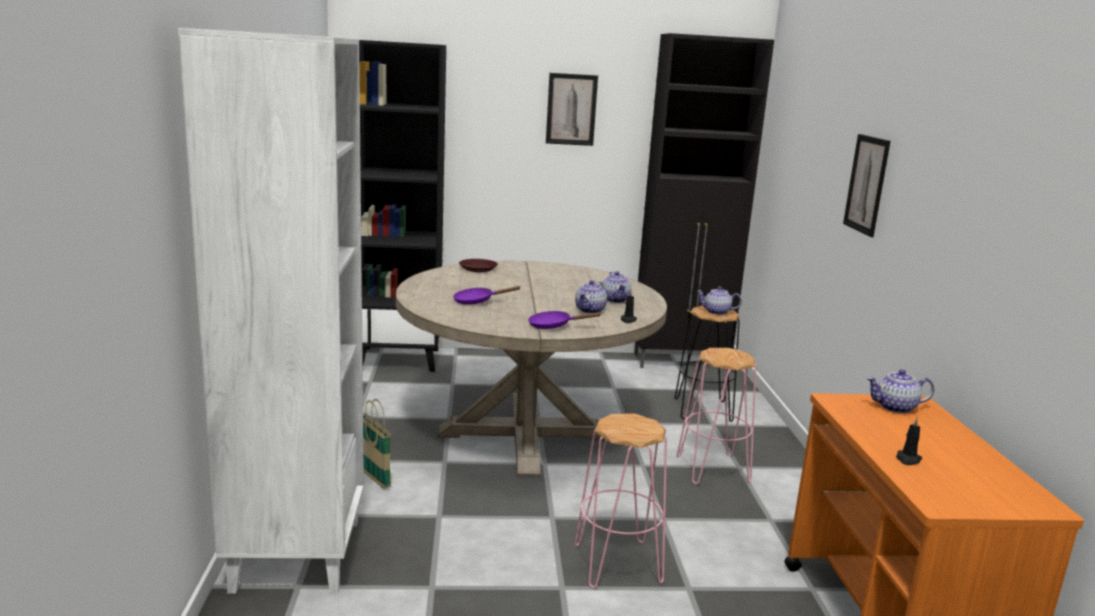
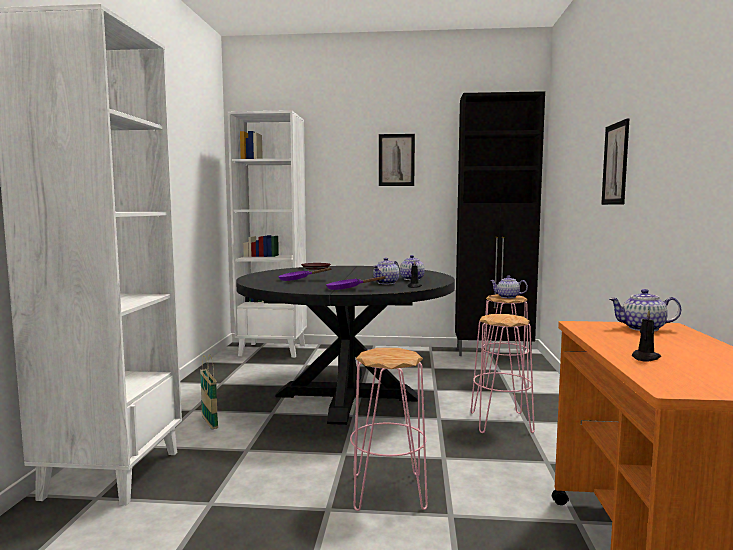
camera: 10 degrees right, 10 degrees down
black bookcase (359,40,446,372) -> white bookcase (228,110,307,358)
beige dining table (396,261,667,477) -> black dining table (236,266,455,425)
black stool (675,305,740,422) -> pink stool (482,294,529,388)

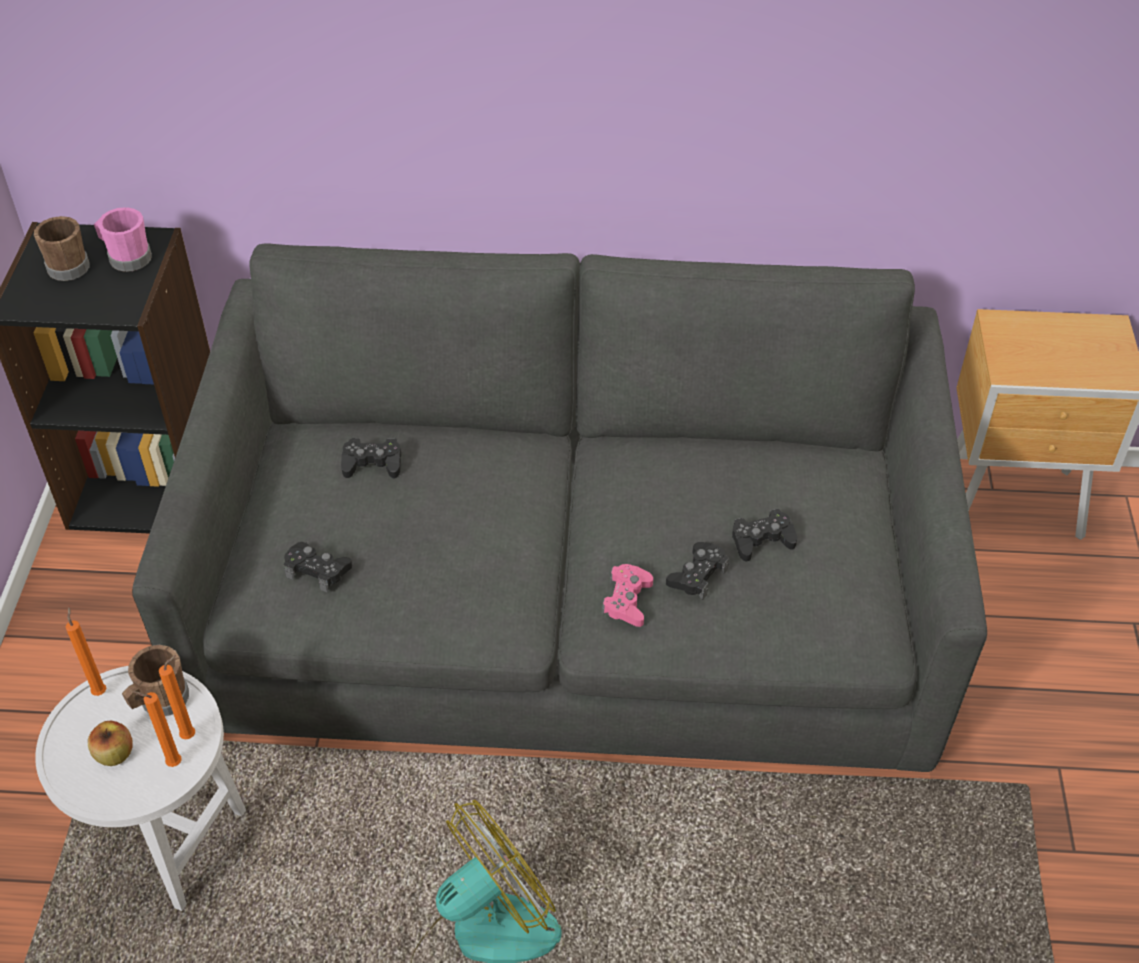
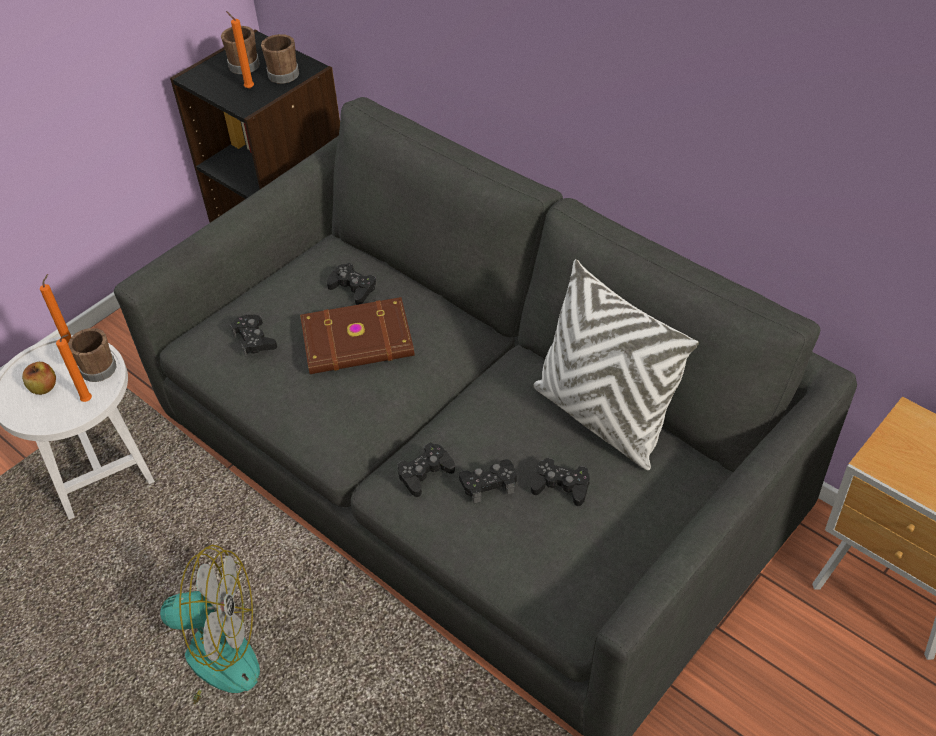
camera: 40 degrees right, 0 degrees up
pink mug (94,207,152,272) -> brown mug (261,34,299,84)
pink game controller (602,564,653,627) -> black game controller (397,442,455,497)
orange candle (133,691,182,767) -> orange candle (226,11,254,89), move
none -> white pillow (533,259,699,470)
none -> brown book (300,297,415,374)

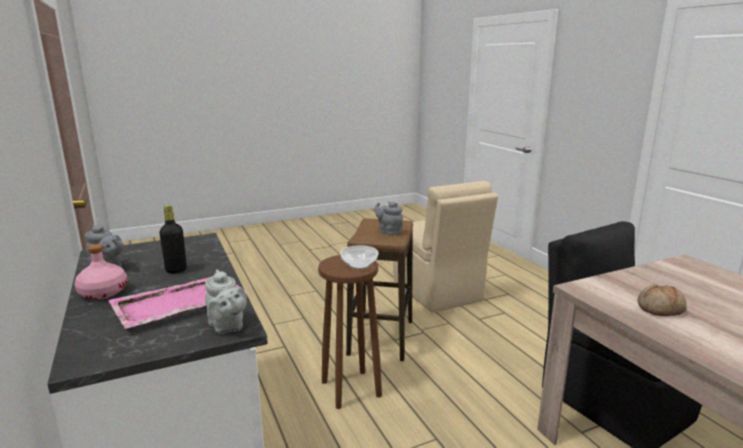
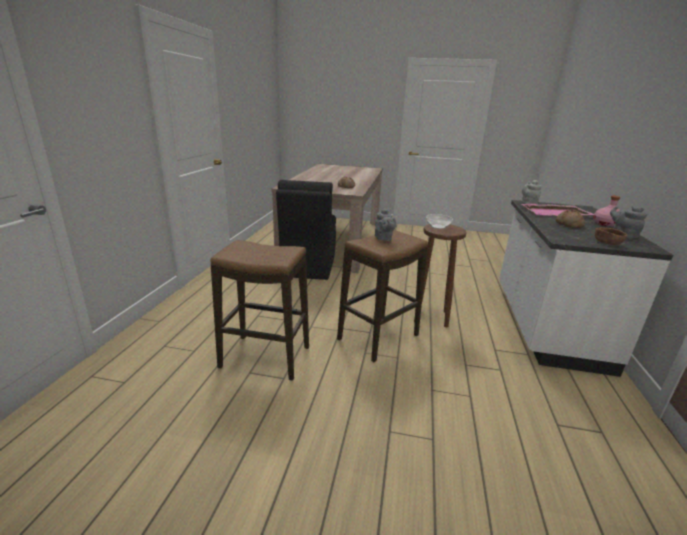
camera: 145 degrees left, 5 degrees up
beige chair (393,181,498,313) -> stool (211,240,309,381)
black bottle (159,205,187,274) -> bread (556,210,585,228)
none -> brown bowl (595,227,628,245)

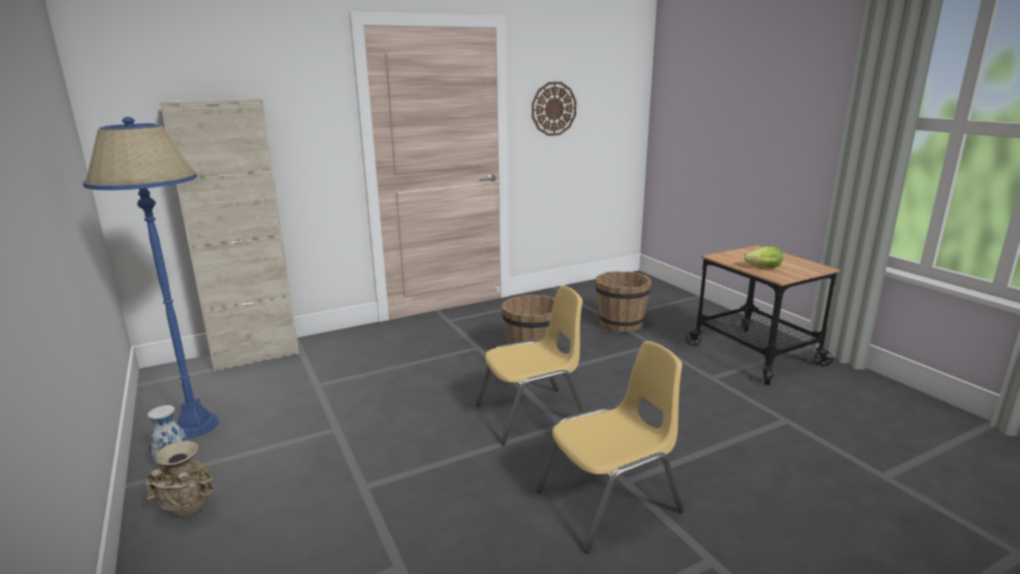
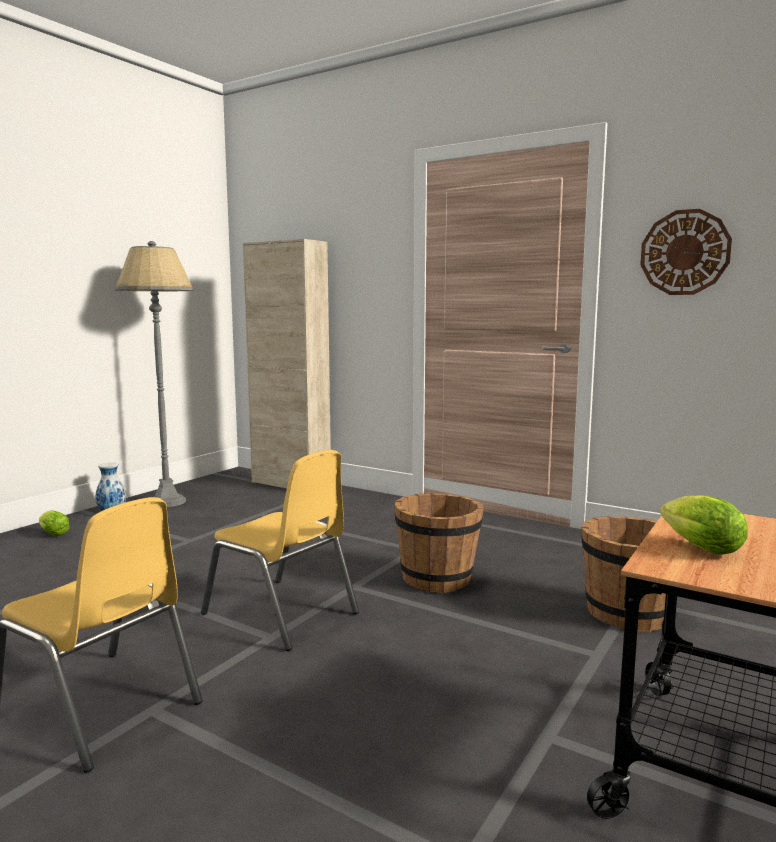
camera: 60 degrees right, 10 degrees down
blue floor lamp (83,117,219,438) -> grey floor lamp (114,241,194,507)
beige vase (146,441,215,518) -> lettuce (39,510,70,536)

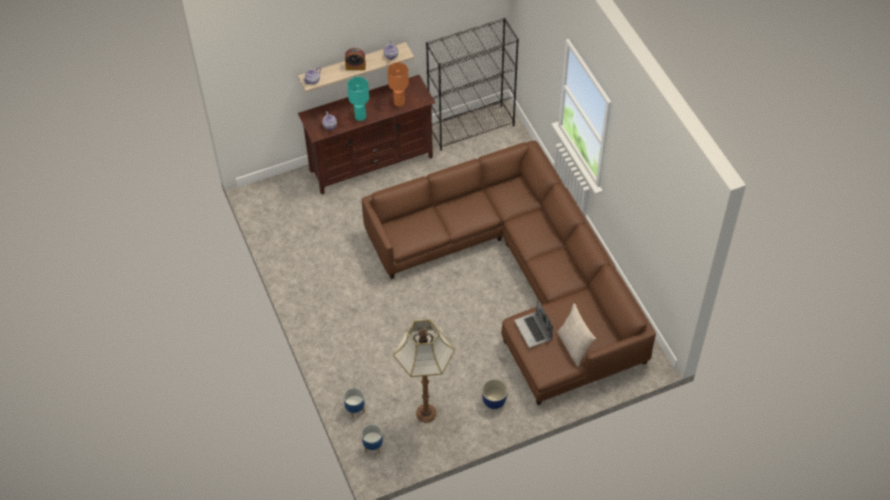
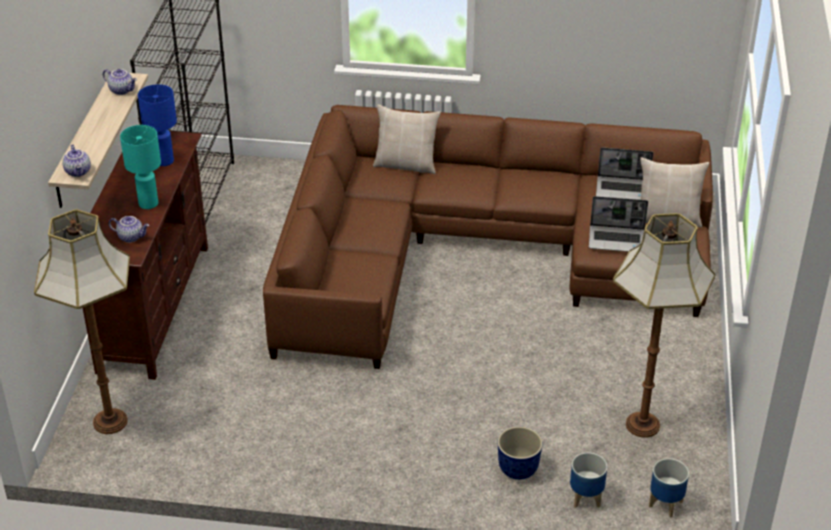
camera: 60 degrees left, 15 degrees down
alarm clock (345,48,366,70) -> none
orange table lamp (387,62,409,106) -> blue table lamp (138,84,177,166)
planter (482,379,508,409) -> planter (498,427,543,480), move
none -> beige pillow (373,104,441,174)
none -> laptop (596,147,653,200)
none -> floor lamp (34,209,130,434)

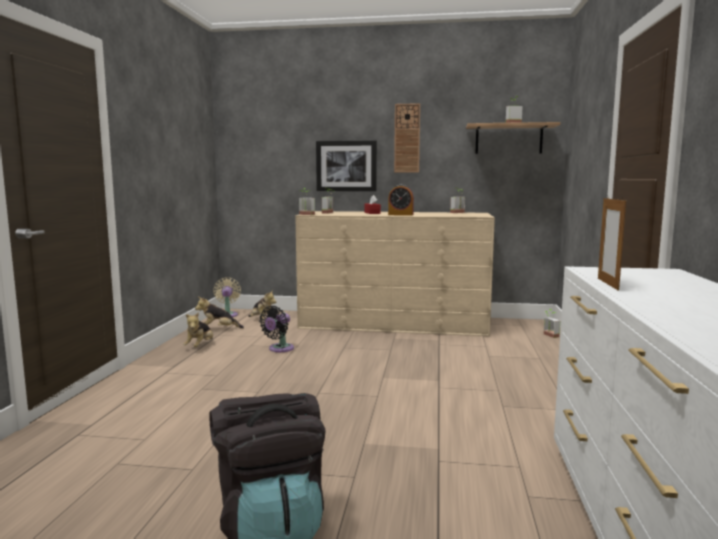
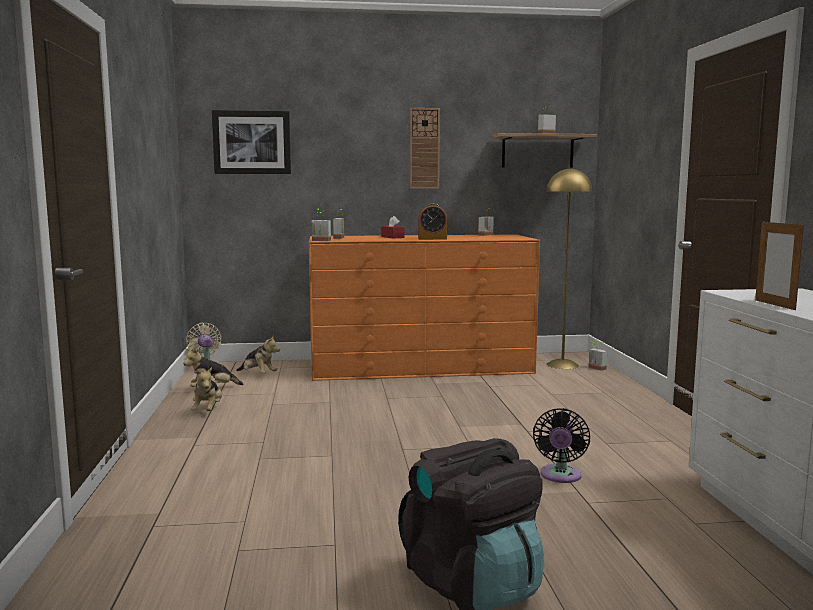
camera: 15 degrees left, 0 degrees up
picture (316,140,377,192) -> picture (212,110,291,174), move
beige dresser (295,211,495,336) -> orange dresser (309,234,540,381)
black fan (259,306,294,352) -> black fan (533,408,590,483), move
none -> yellow floor lamp (546,167,592,369)

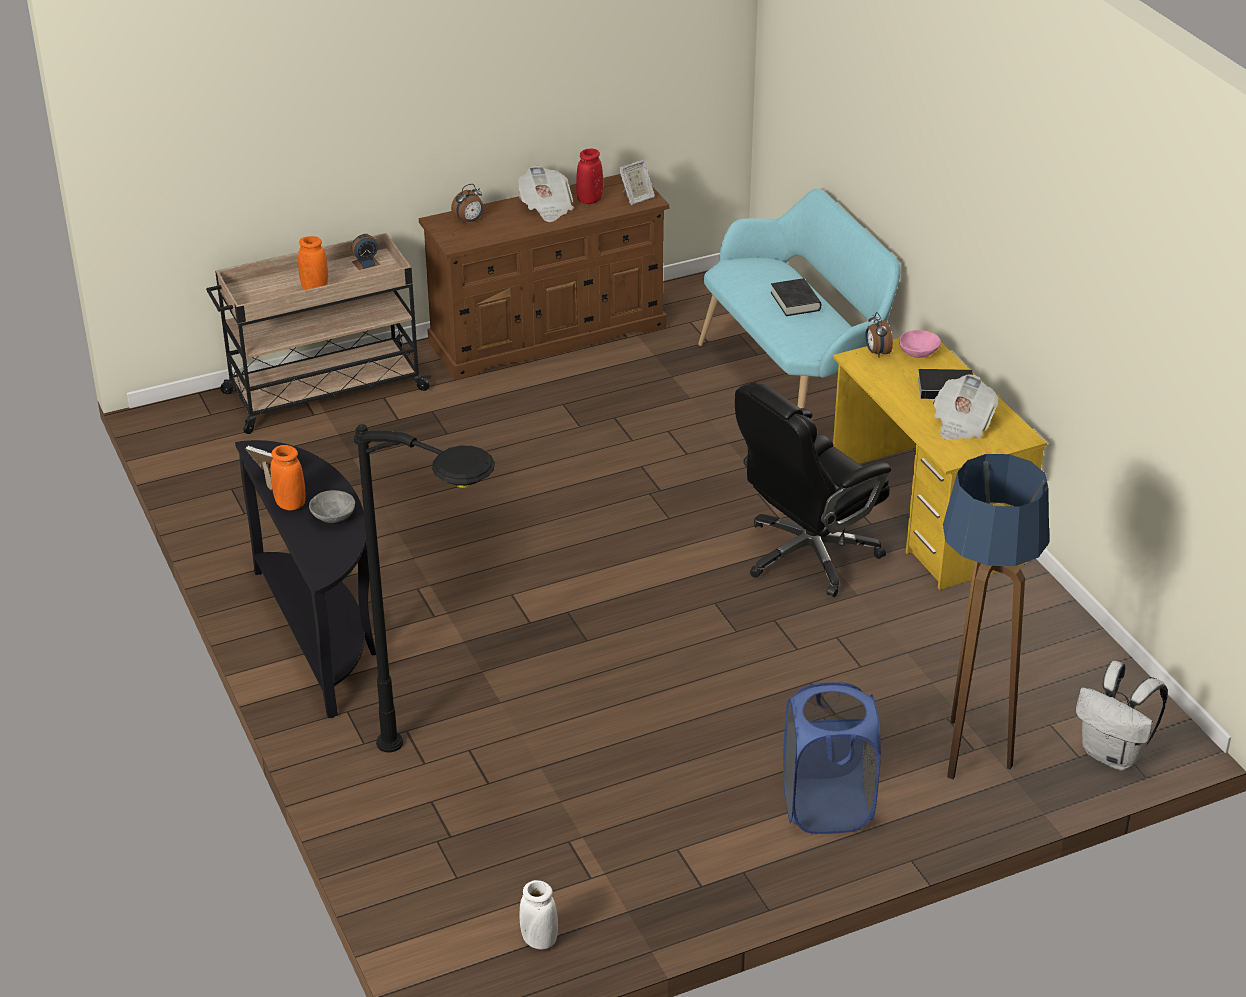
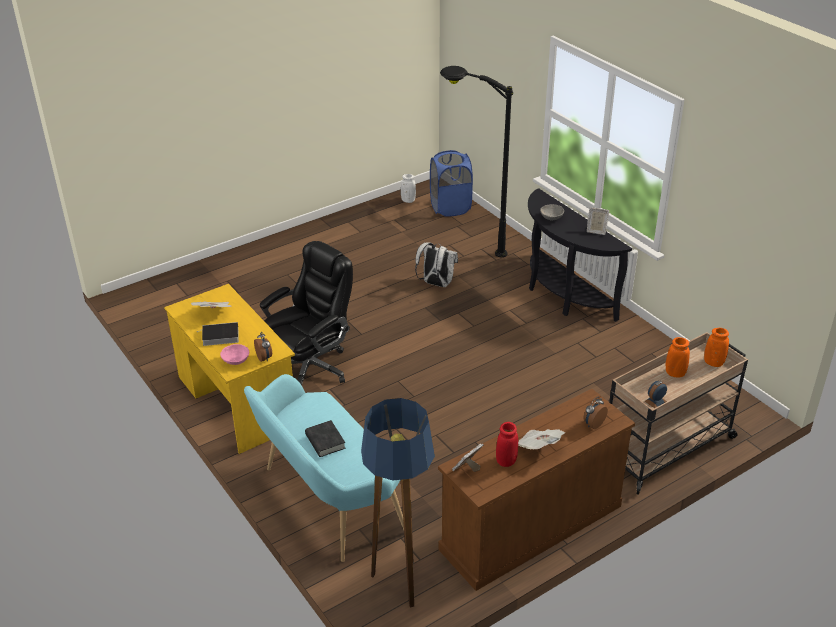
camera: 170 degrees right, 0 degrees up
orange vase (270,445,305,511) -> orange vase (704,328,729,367), move
floor lamp (943,454,1049,780) -> floor lamp (361,398,435,608), move
white backpack (1076,661,1168,770) -> white backpack (415,242,458,287), move
blue laundry basket (783,682,881,834) -> blue laundry basket (430,150,473,217), move

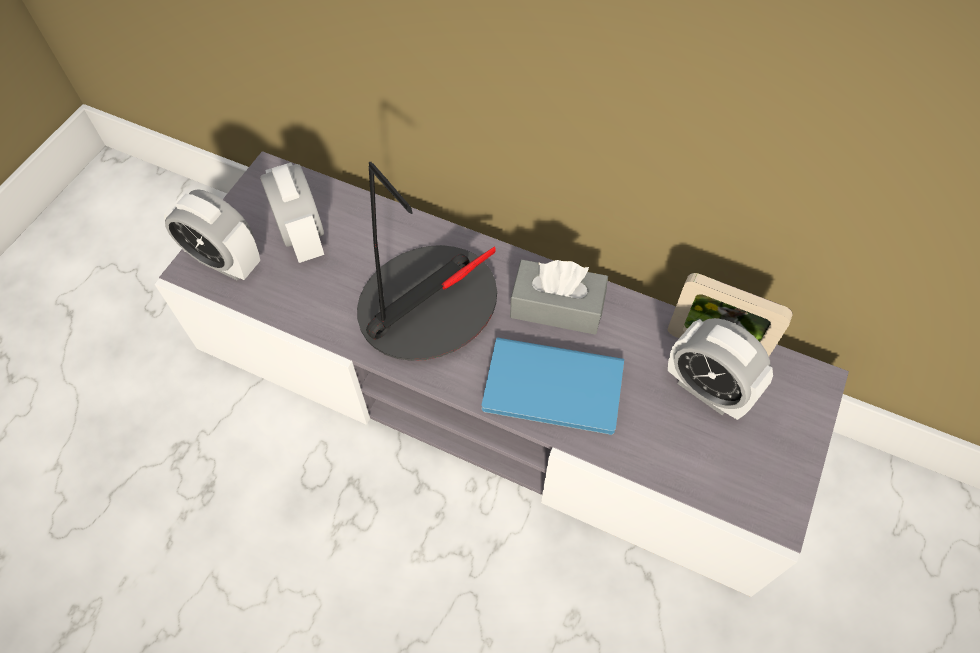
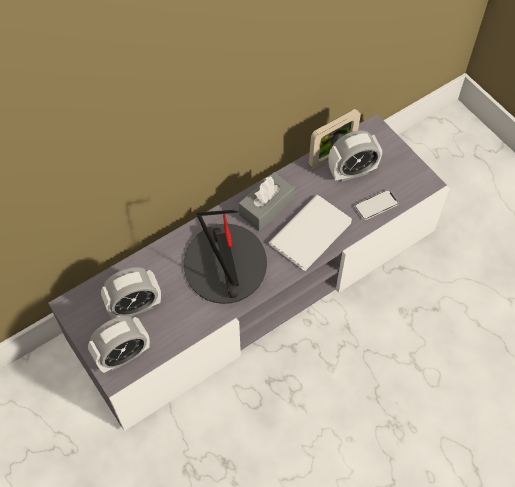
camera: 60 degrees left, 0 degrees up
alarm clock (260,162,324,263) -> alarm clock (101,267,161,319), 150 degrees clockwise
blue book (481,337,624,435) -> white book (268,195,352,271)
none -> phone (354,190,399,220)

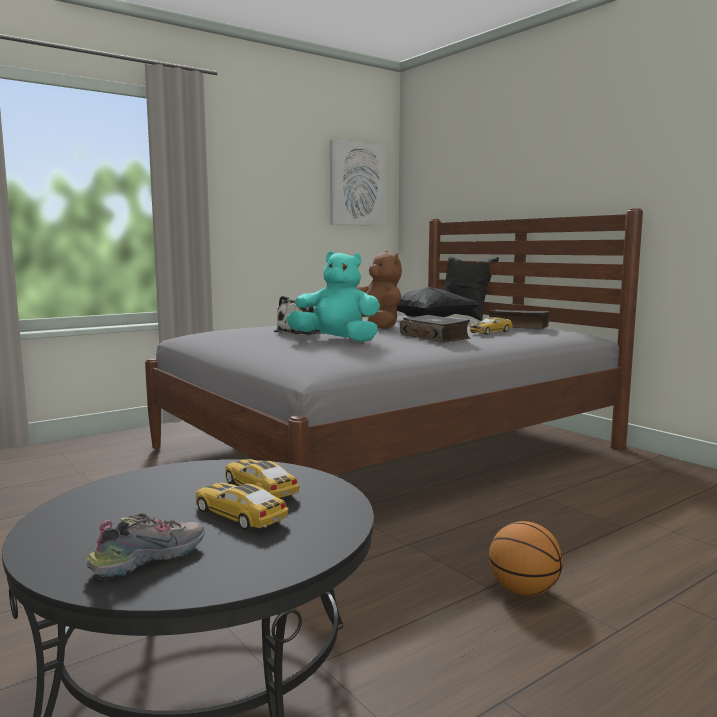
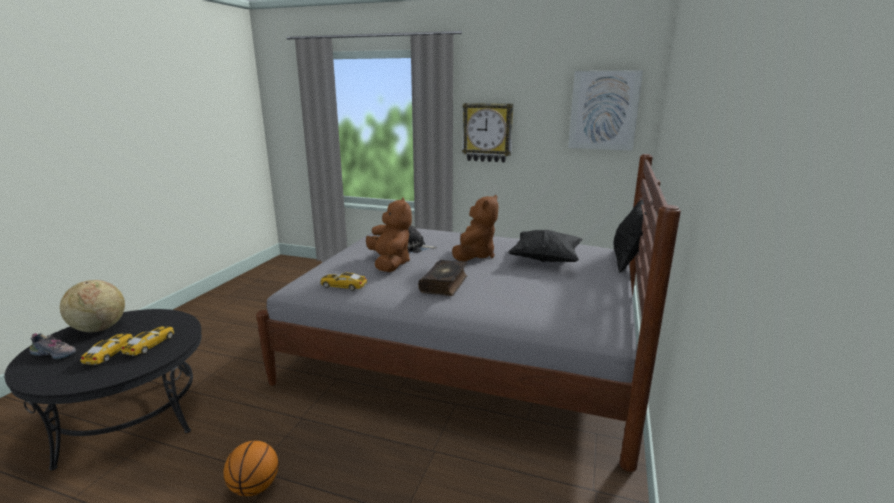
camera: 55 degrees right, 10 degrees up
turquoise plush toy (286,251,380,342) -> brown plush toy (366,197,412,272)
book (488,310,549,329) -> none
toy car (470,317,513,335) -> toy car (321,273,368,291), move
none -> wall clock (462,103,514,163)
none -> globe (60,280,125,332)

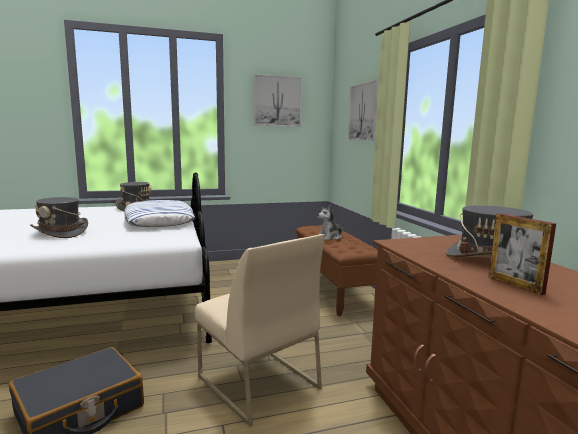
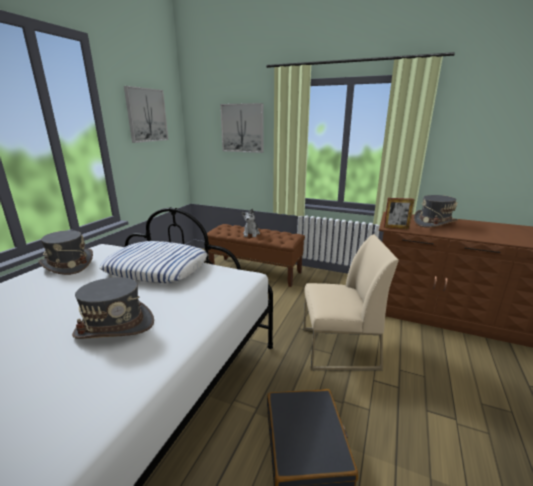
camera: 50 degrees left, 10 degrees up
picture frame (488,213,556,295) -> picture frame (384,198,414,229), move

